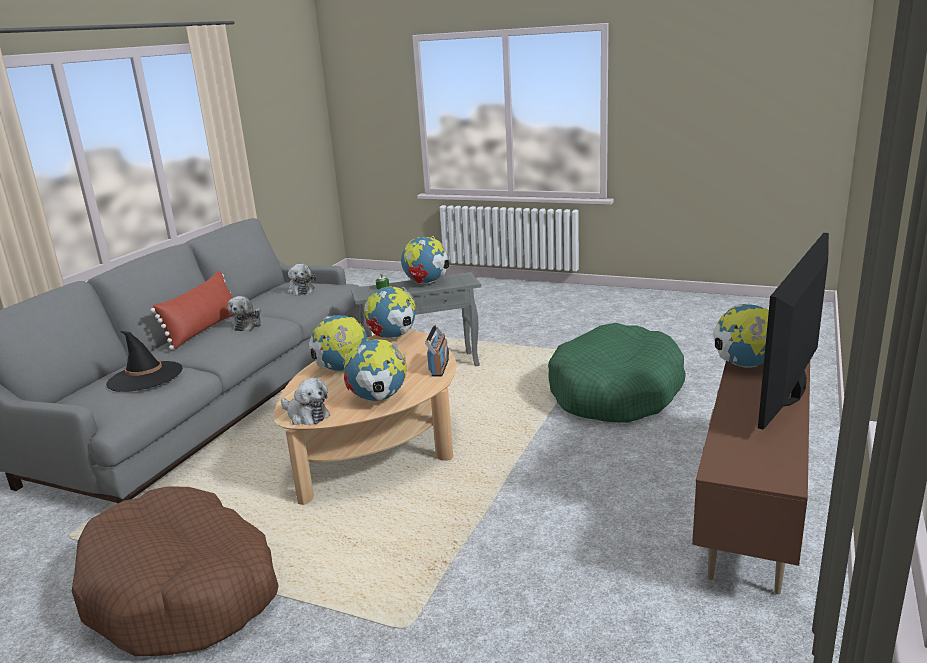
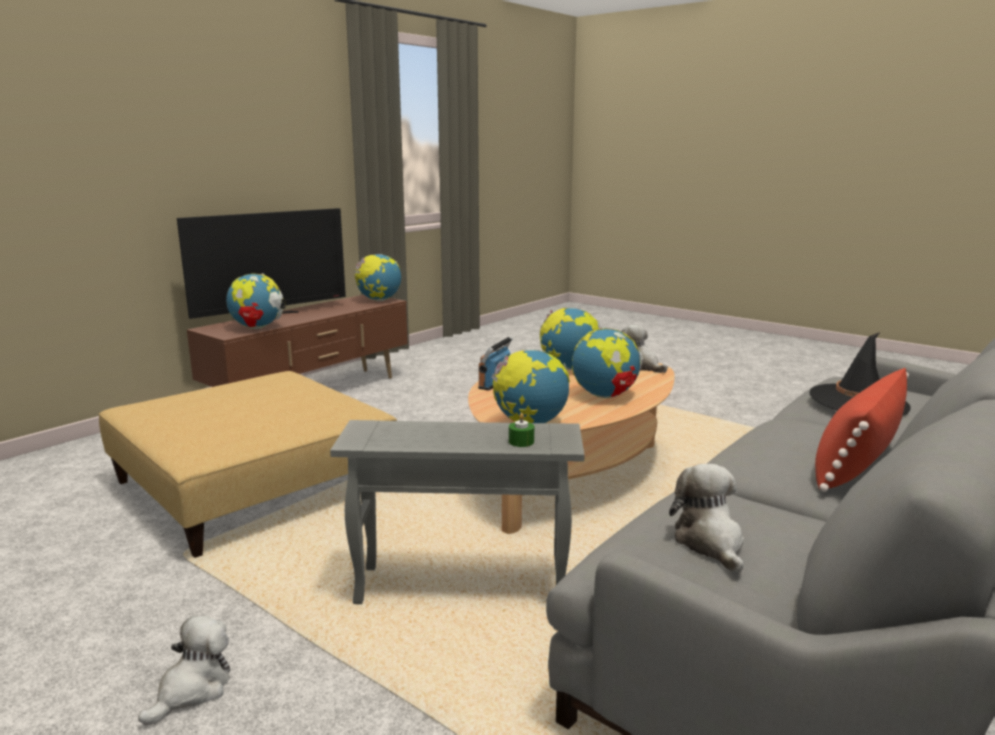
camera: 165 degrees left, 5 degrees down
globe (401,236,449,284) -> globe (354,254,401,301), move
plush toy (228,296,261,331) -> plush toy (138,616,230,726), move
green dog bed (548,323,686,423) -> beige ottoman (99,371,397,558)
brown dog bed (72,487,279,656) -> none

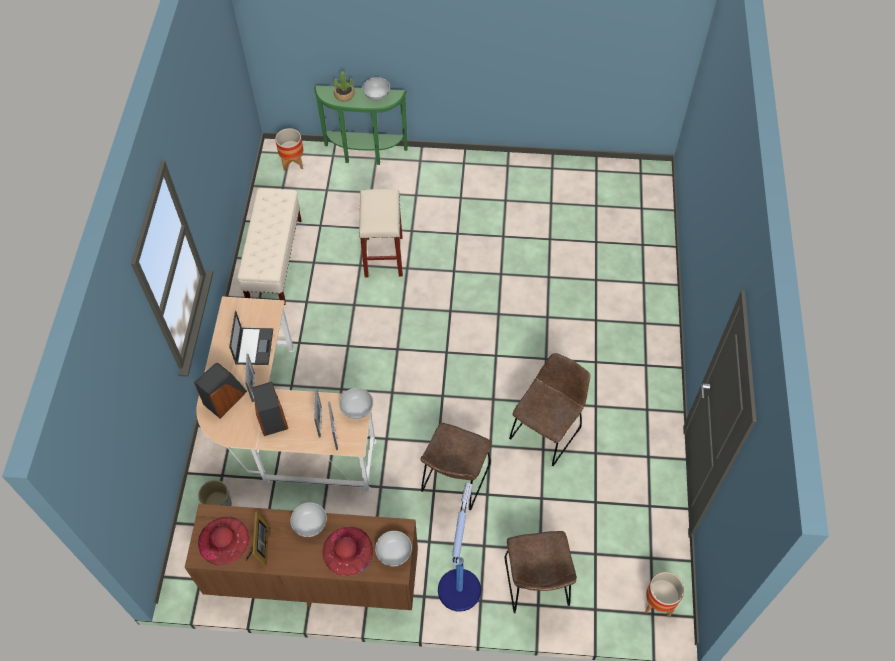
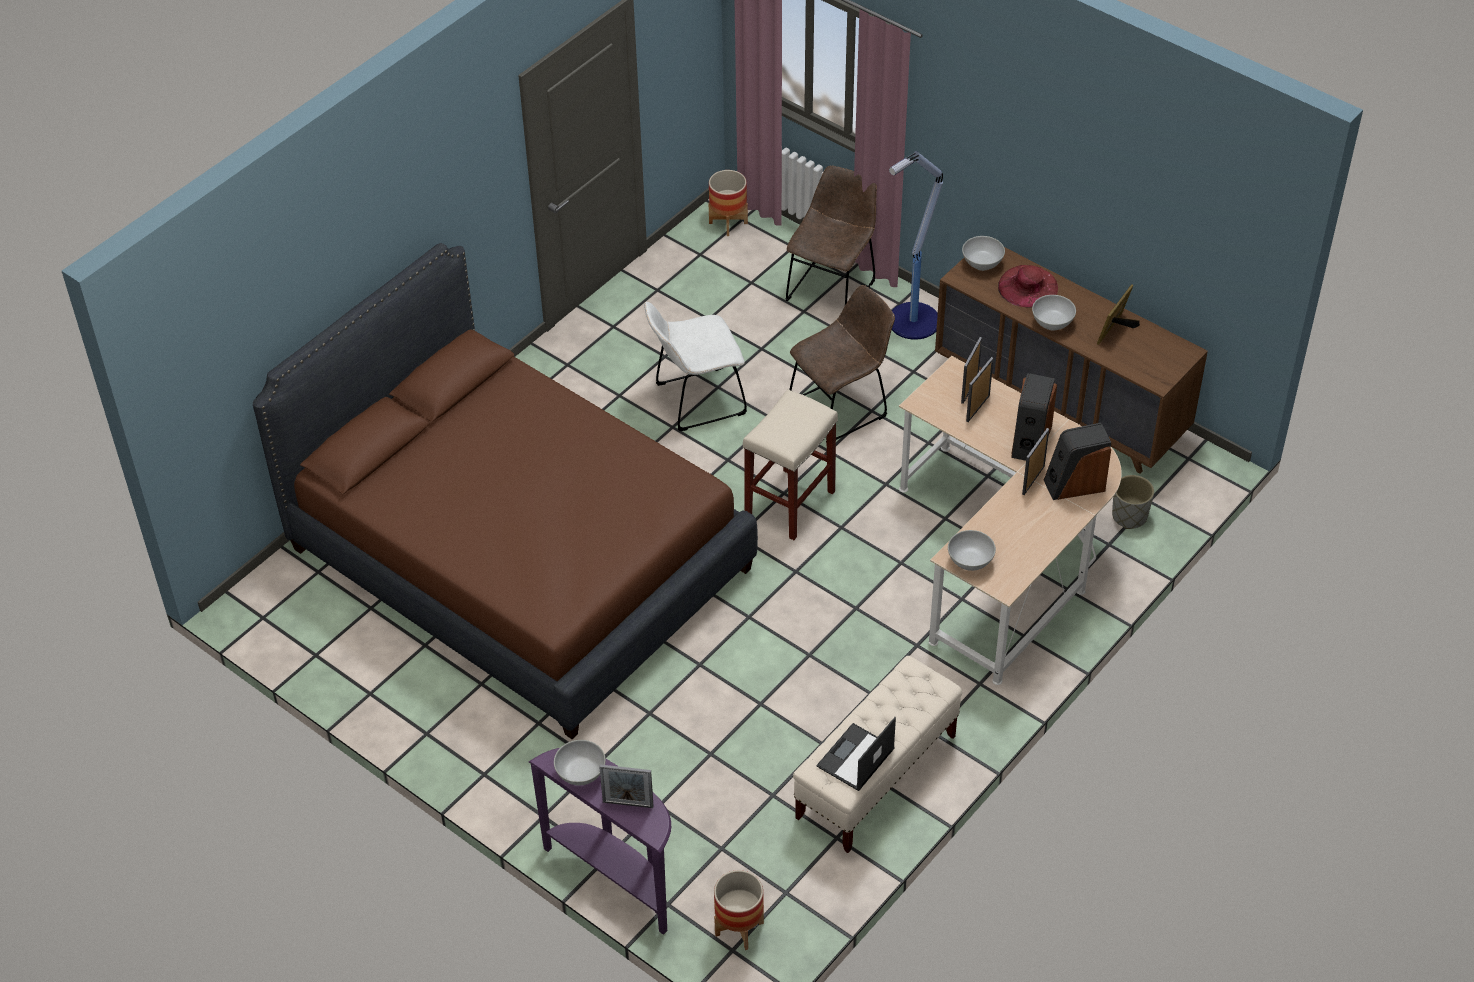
camera: 145 degrees left, 10 degrees down
potted plant (334,71,355,102) -> picture frame (599,764,654,808)
green console table (314,85,408,165) -> purple console table (529,748,671,935)
beige stool (359,189,403,277) -> beige stool (743,389,838,540), move
laptop (229,311,273,365) -> laptop (816,717,896,791), move
brown chair (509,353,591,466) -> white chair (644,302,747,431)
white bowl (339,388,373,419) -> white bowl (948,530,996,571), move
red hat (198,517,249,566) -> none
none -> brown bed (253,243,758,739)

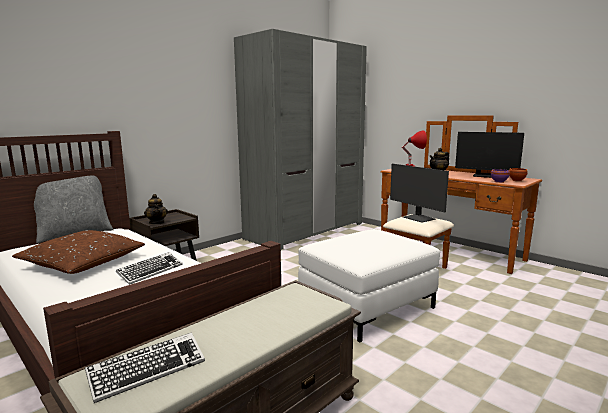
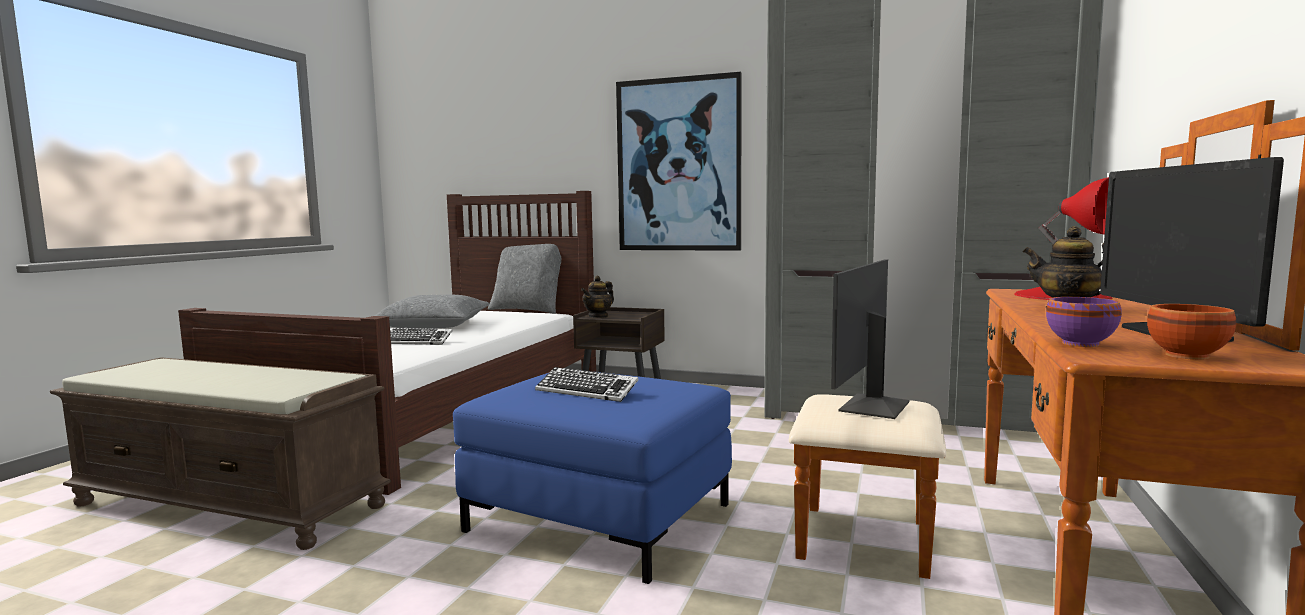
camera: 65 degrees right, 5 degrees down
white ottoman (298,229,440,342) -> blue ottoman (453,372,732,584)
brown pillow (12,230,145,274) -> grey pillow (374,295,490,328)
keyboard (85,332,205,403) -> keyboard (535,367,639,402), move
none -> picture (616,72,742,251)

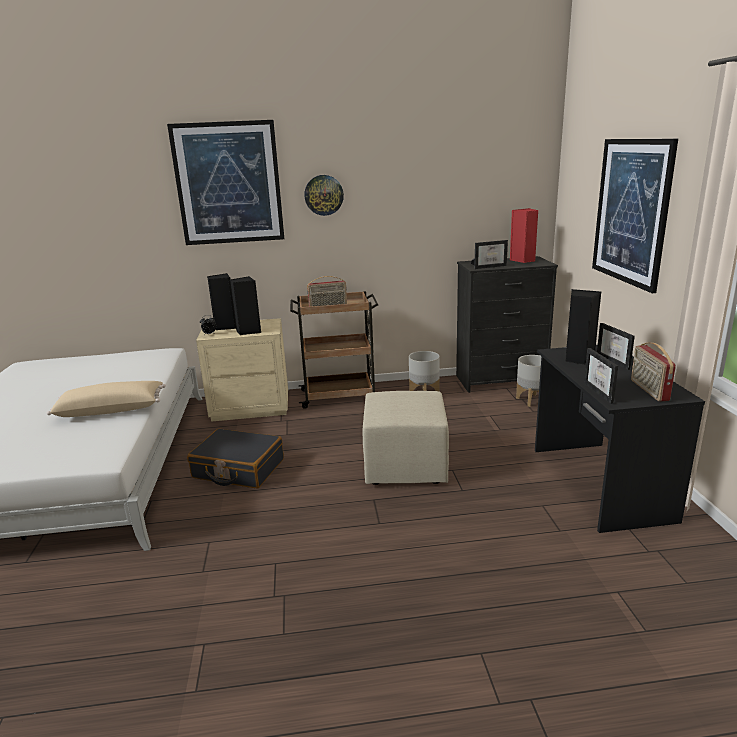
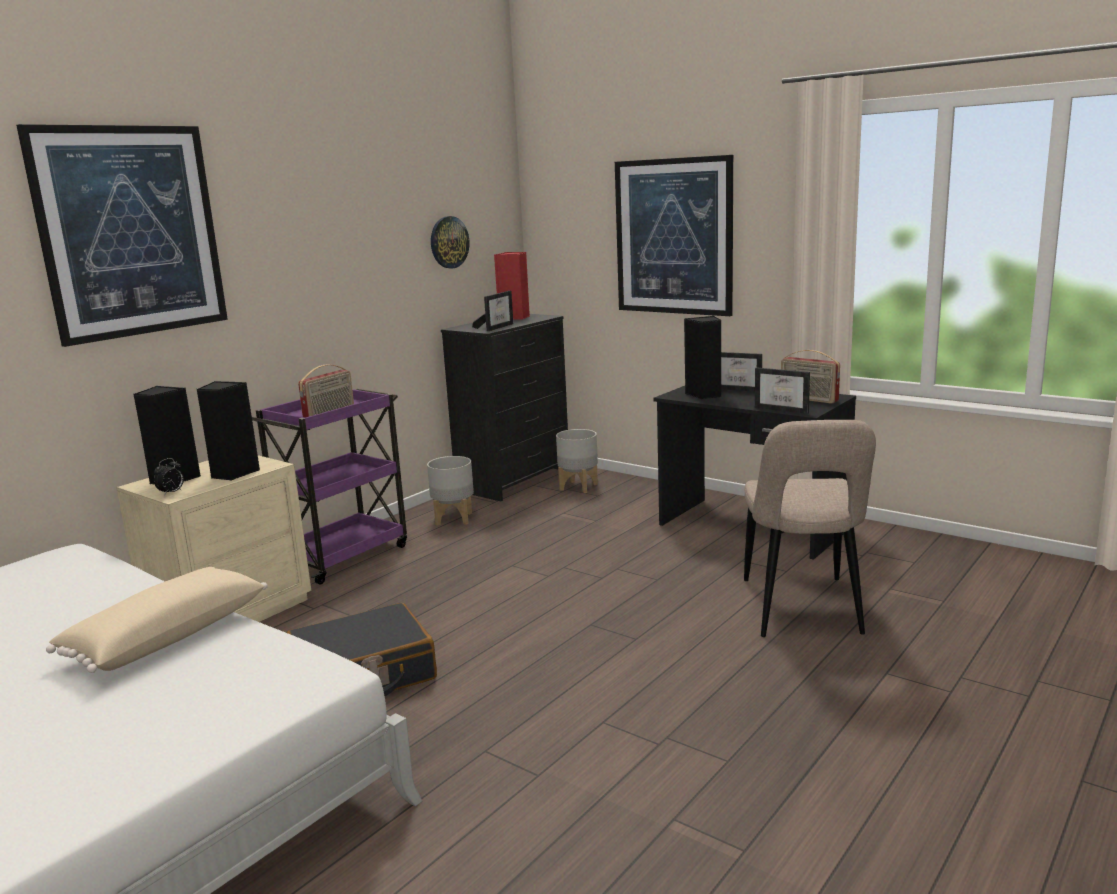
camera: 45 degrees left, 5 degrees down
wall clock (304,175,344,216) -> wall clock (431,216,470,268), move
brown cart (290,291,378,409) -> purple cart (252,389,407,584)
beige ottoman (363,391,449,485) -> none
none -> beige chair (744,420,876,637)

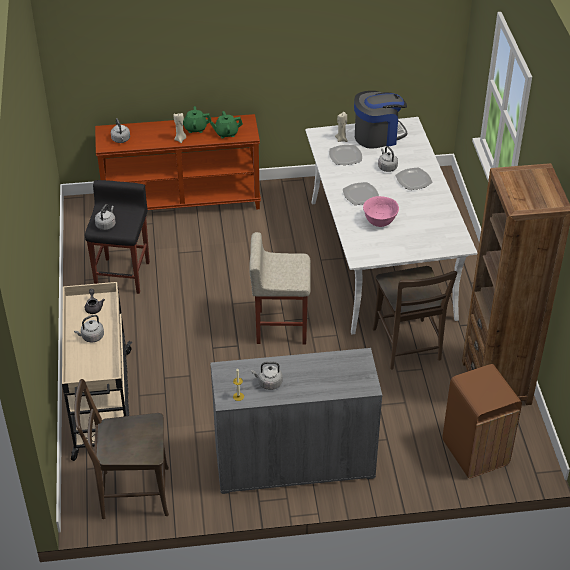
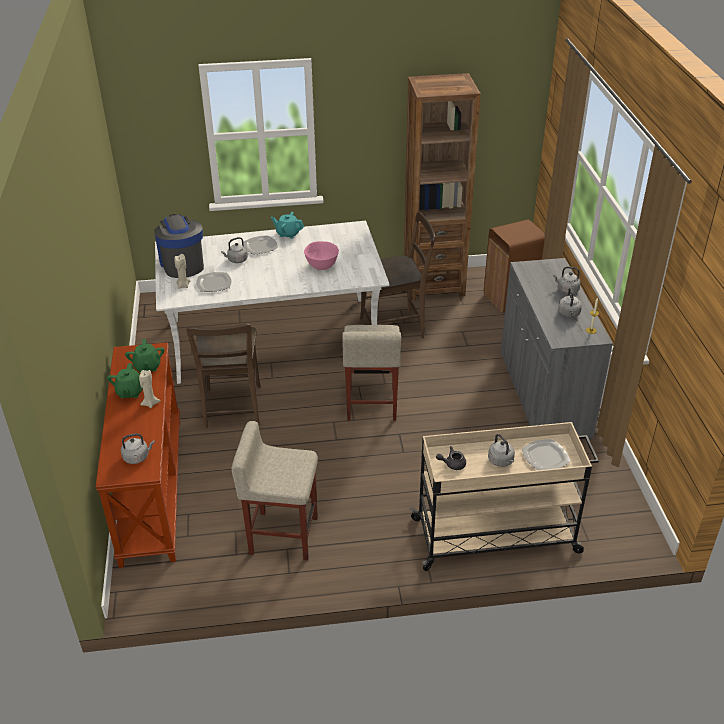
camera: 90 degrees left, 5 degrees down
black stool (85,180,150,294) -> beige stool (231,421,318,560)
plate (343,182,379,205) -> plate (522,439,571,470), move
grey kettle (95,204,116,230) -> grey kettle (553,266,581,294), move
brown chair (74,379,169,519) -> brown chair (186,323,261,428), move
none -> turquoise teapot (271,212,304,239)

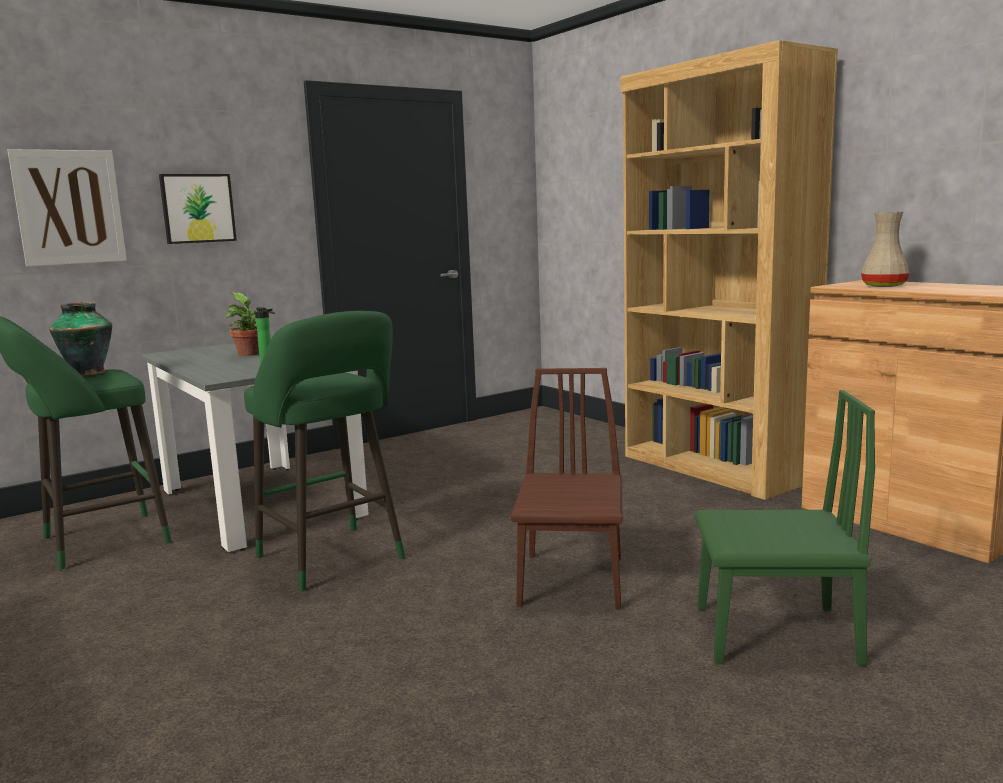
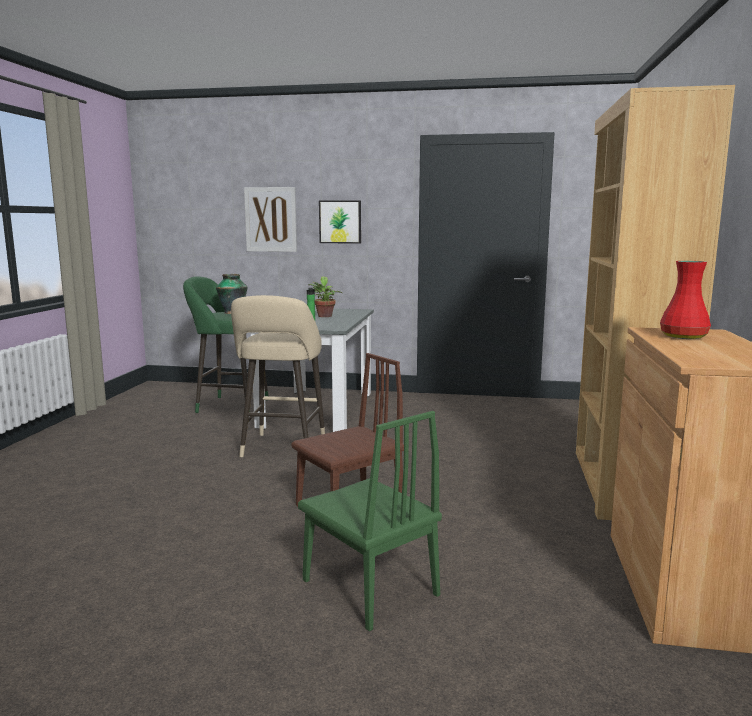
camera: 45 degrees right, 0 degrees up
beige vase (861,212,910,287) -> red vase (660,261,711,339)
green stool (244,311,405,591) -> beige stool (231,295,325,461)

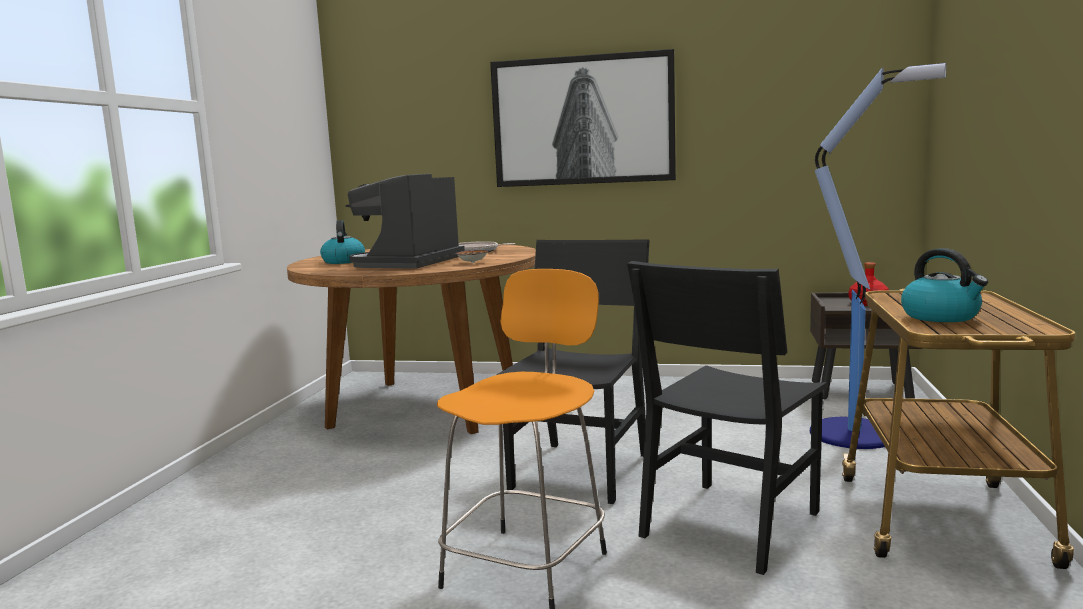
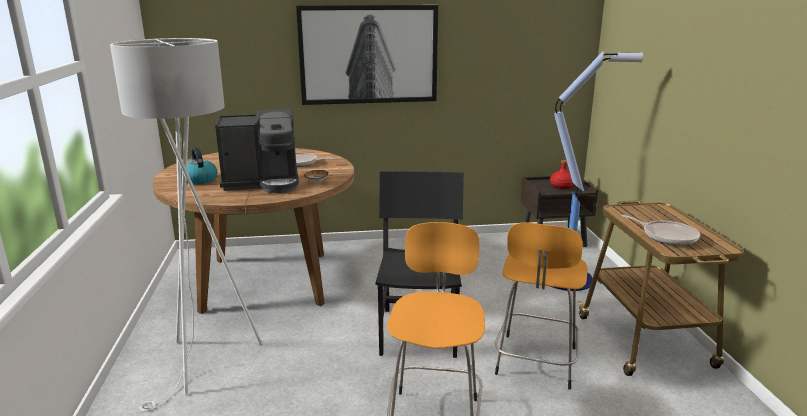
camera: 20 degrees left, 10 degrees up
coffee machine (345,173,465,269) -> coffee machine (215,109,299,193), 105 degrees counterclockwise
kettle (901,248,988,322) -> frying pan (622,215,700,245)
black chair (627,261,828,575) -> orange stool (495,222,588,390)
none -> white floor lamp (110,38,262,411)

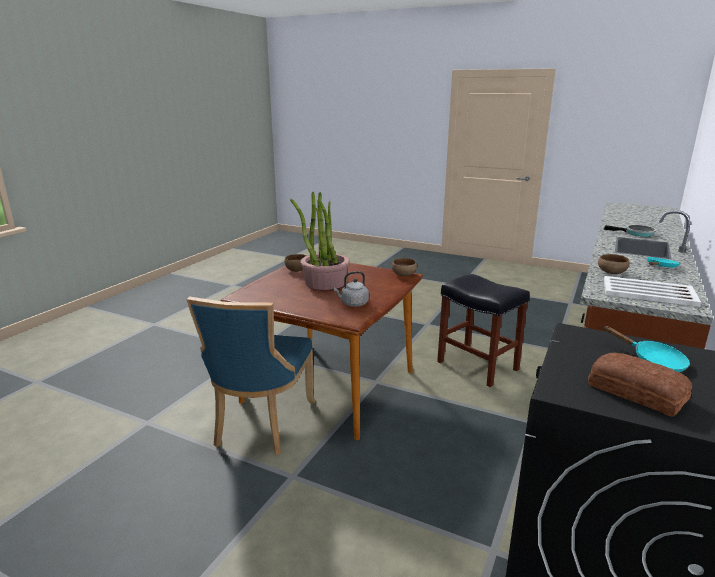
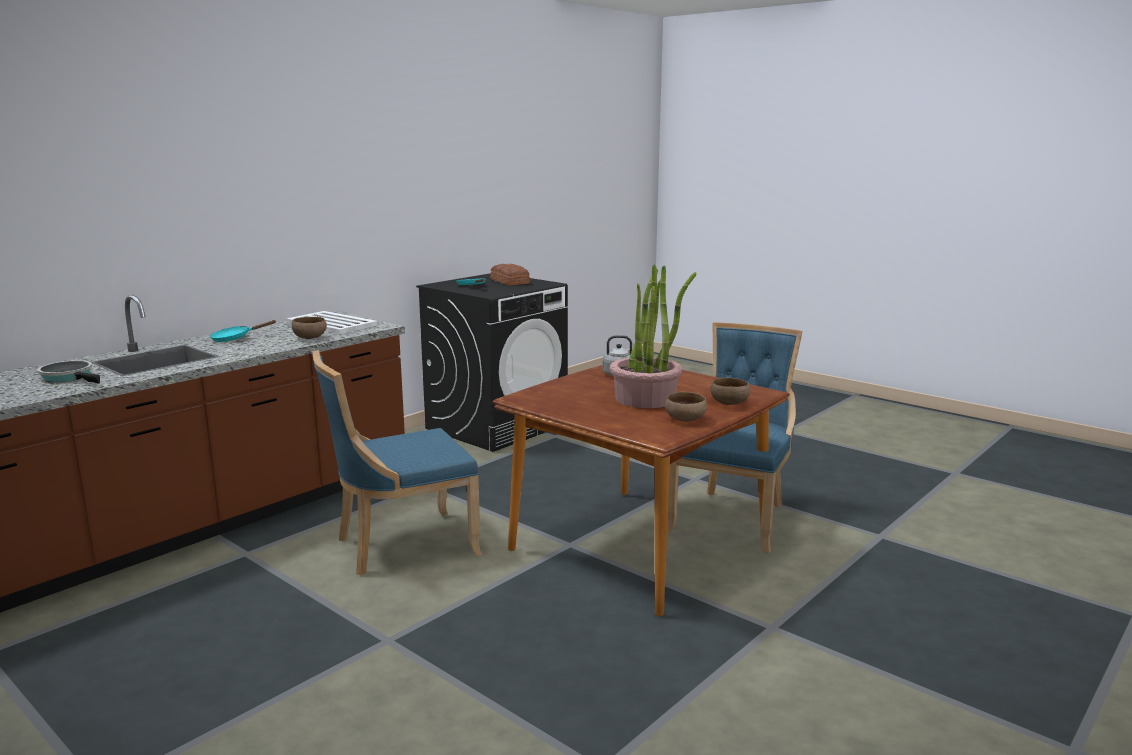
camera: 165 degrees left, 5 degrees down
brown bowl (392,258,417,276) -> brown bowl (711,378,750,405), move
black stool (437,274,530,387) -> blue chair (313,350,482,576)

